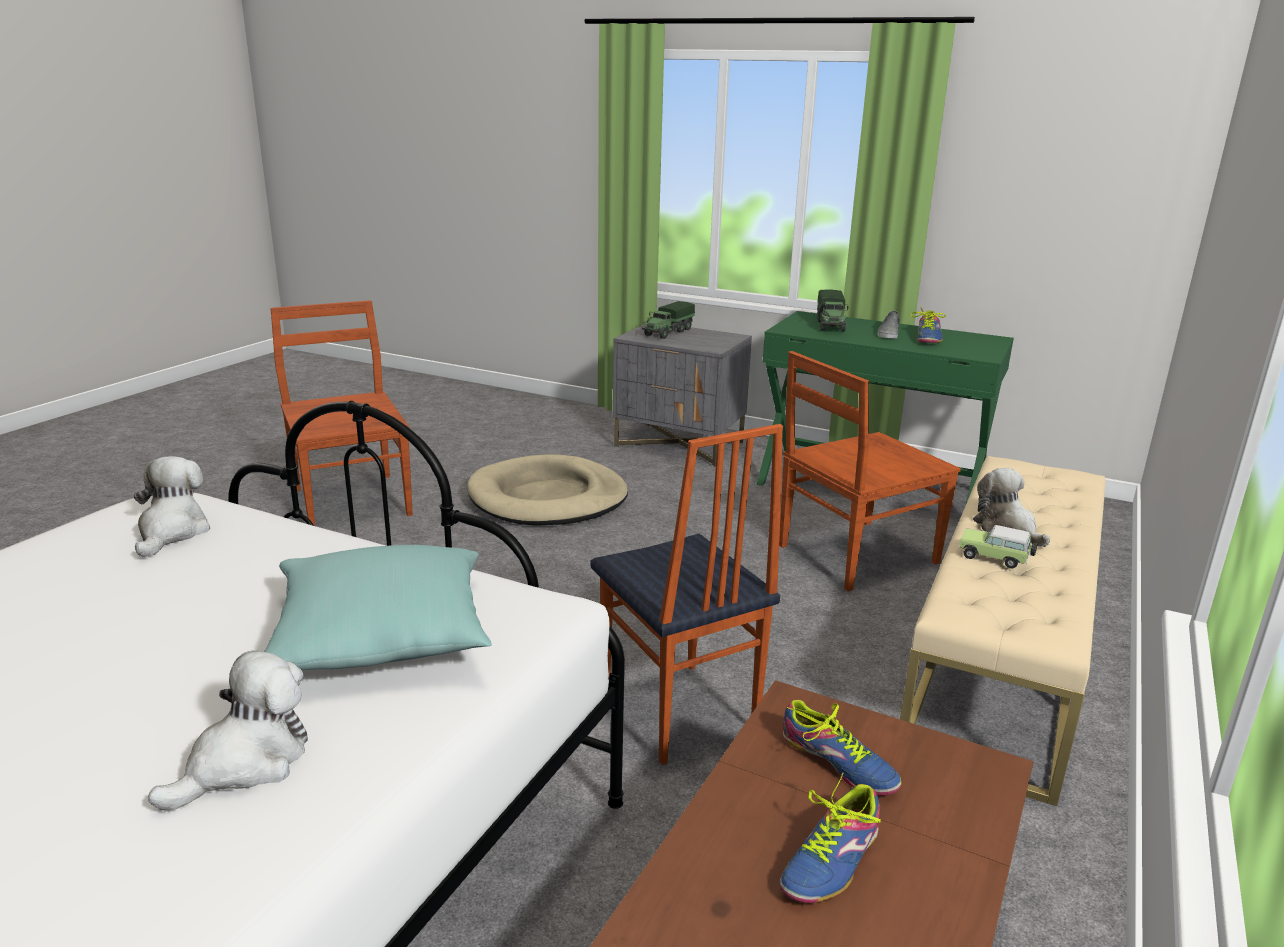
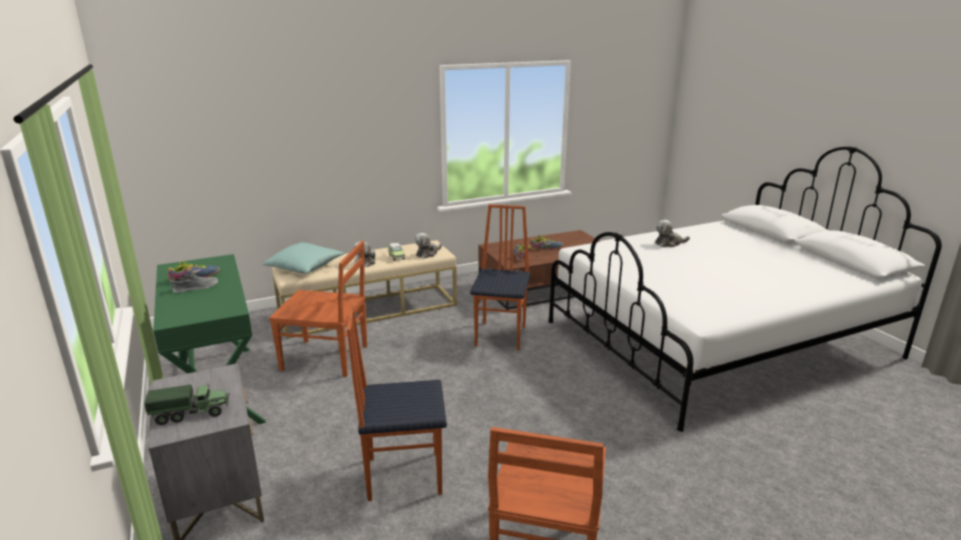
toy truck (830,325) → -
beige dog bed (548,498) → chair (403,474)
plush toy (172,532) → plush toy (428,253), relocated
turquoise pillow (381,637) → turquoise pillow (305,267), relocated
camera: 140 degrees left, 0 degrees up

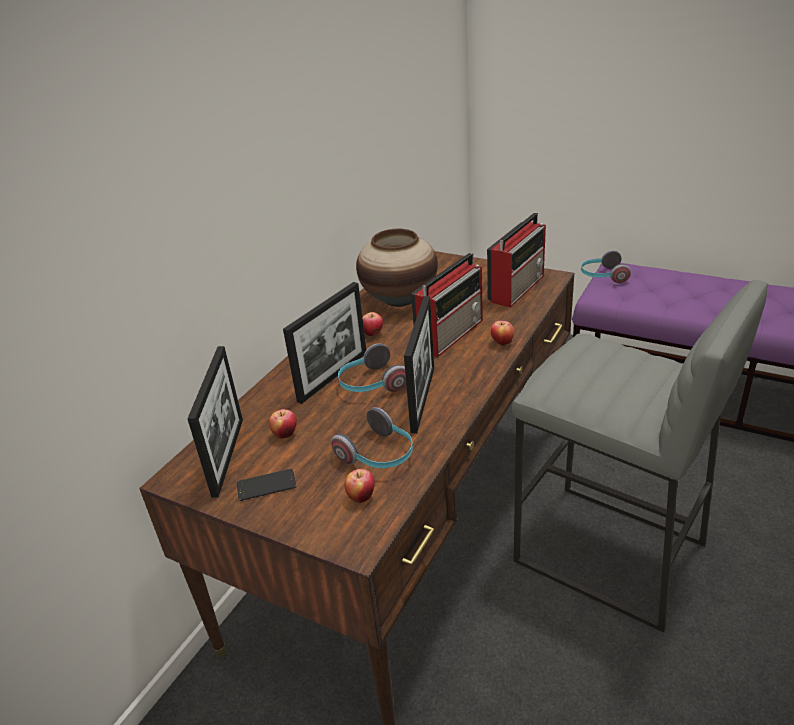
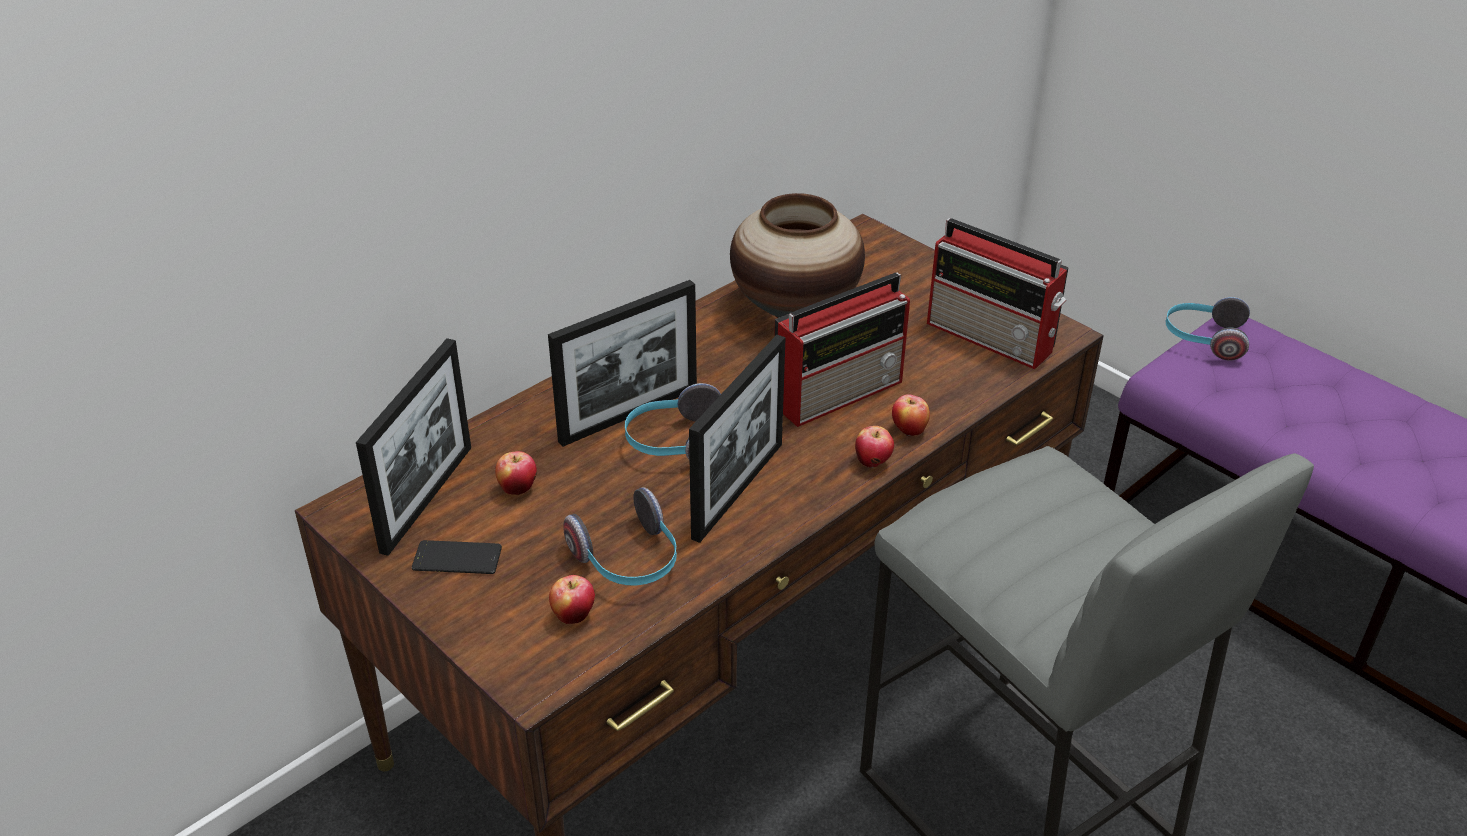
radio (517,287) → radio (992,338), 75 degrees clockwise
apple (373,334) → apple (873,462), relocated
camera: 15 degrees right, 5 degrees up

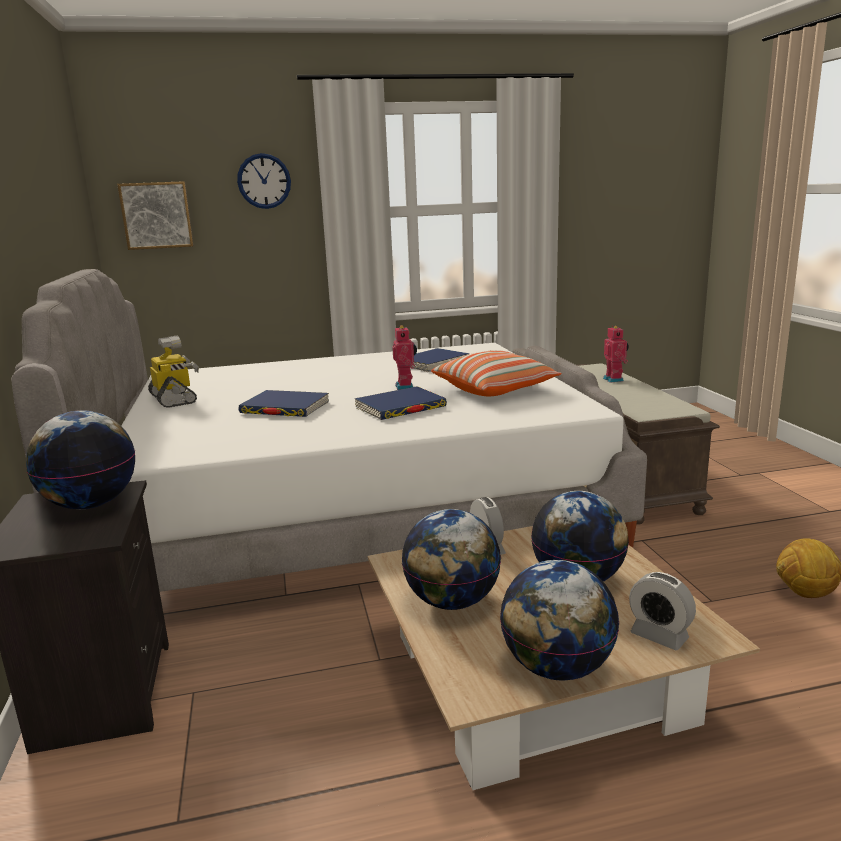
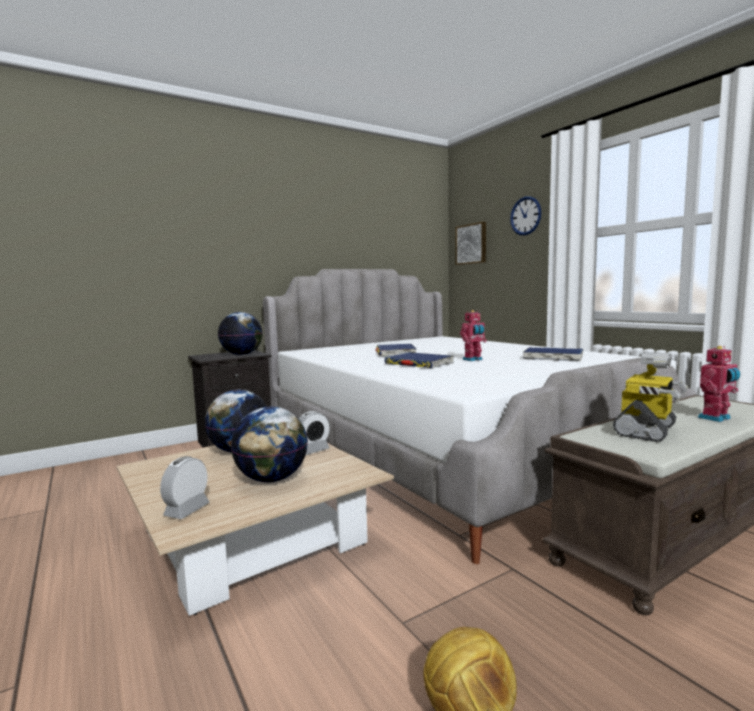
toy robot (174,399) → toy robot (646,430), relocated
pillow (495,390) → -
globe (556,667) → -
camera: 70 degrees right, 10 degrees down

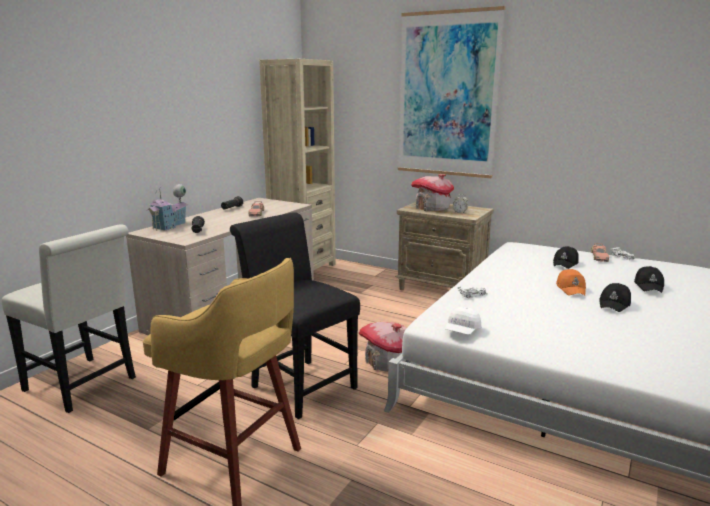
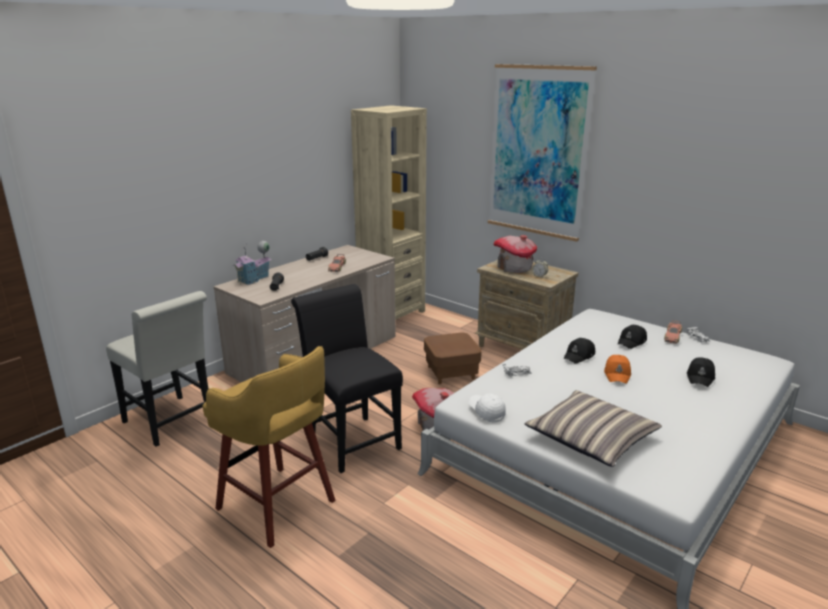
black cap (615,304) → black cap (579,356), relocated
white cap (462,331) → white cap (486,412), 105 degrees clockwise
- → brown ottoman (451,373)
- → pillow (591,438)
camera: 10 degrees right, 5 degrees up

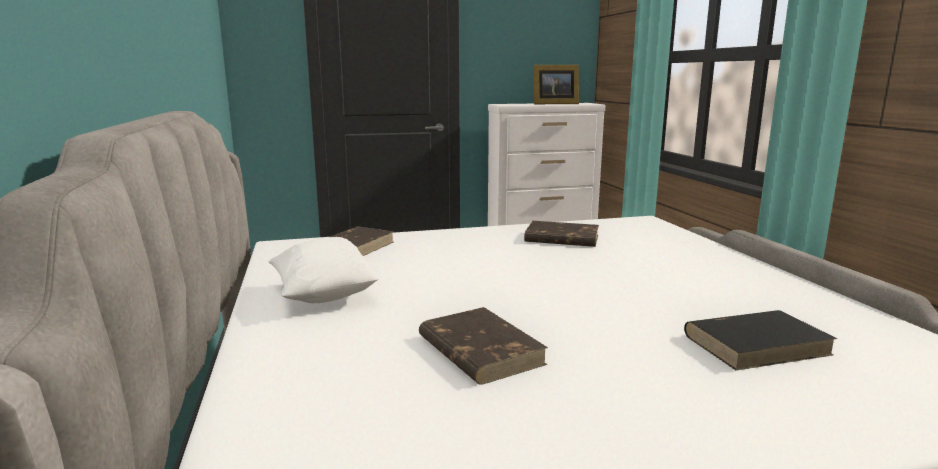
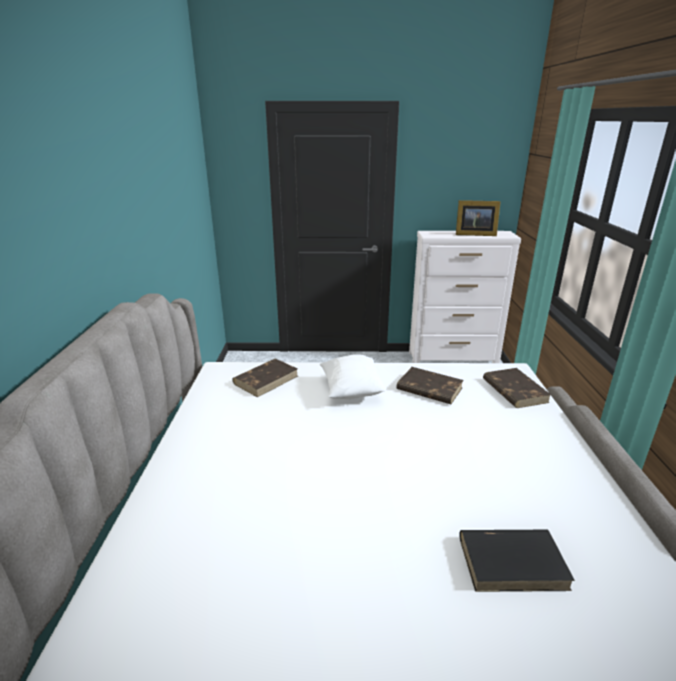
white pillow (324,294) → white pillow (351,390), relocated
brown book (479,350) → brown book (514,390), relocated
camera: 15 degrees right, 10 degrees up

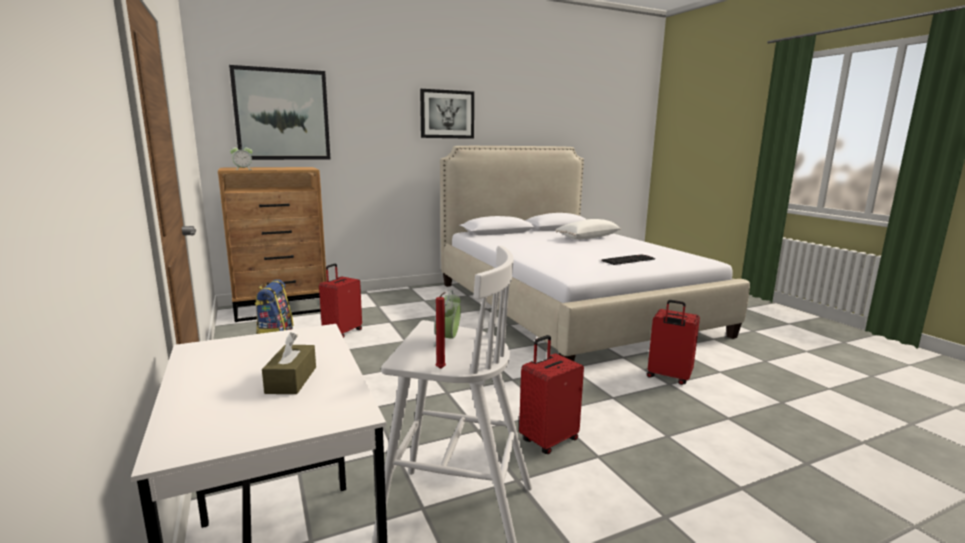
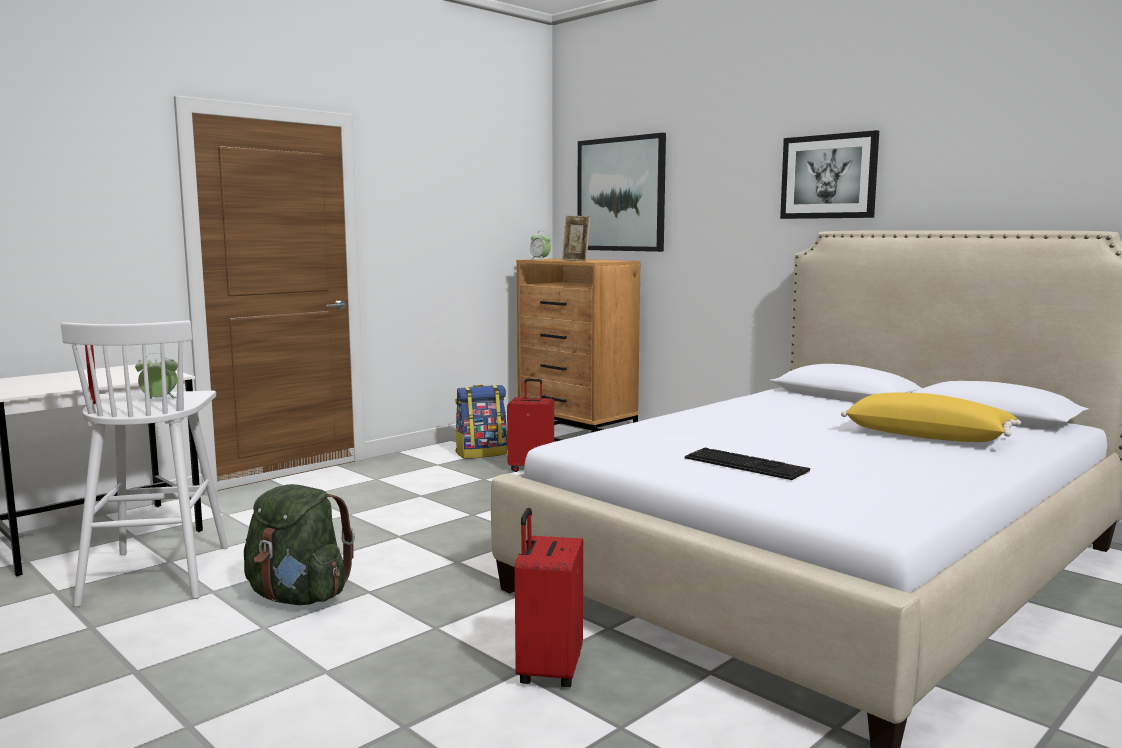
white pillow (587,237) → yellow pillow (928,436)
brown tissue box (291,380) → -
red suitcase (548,440) → green backpack (298,597)
- → picture frame (575,261)
camera: 70 degrees right, 5 degrees down

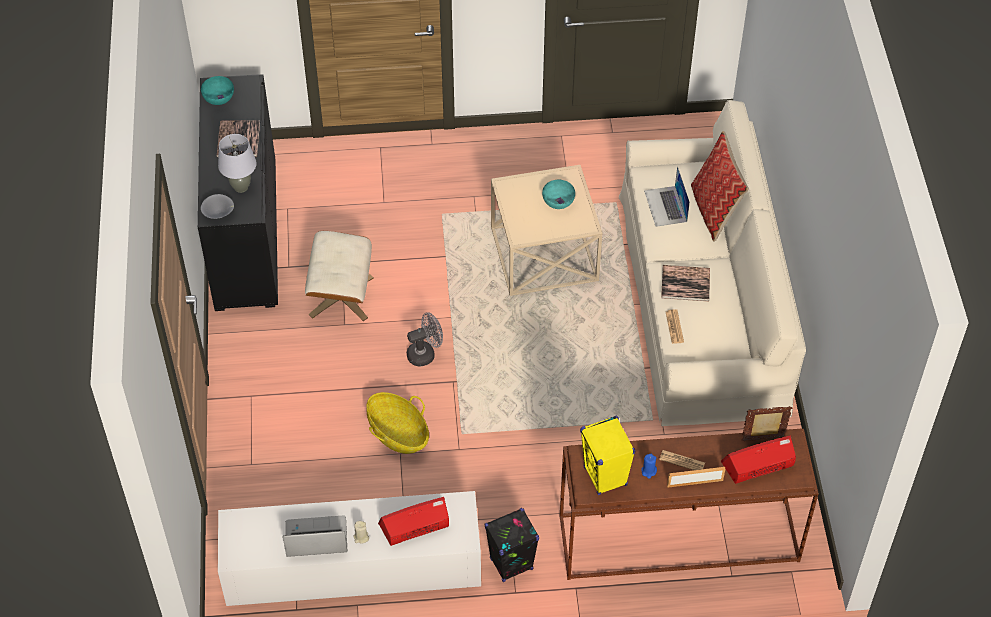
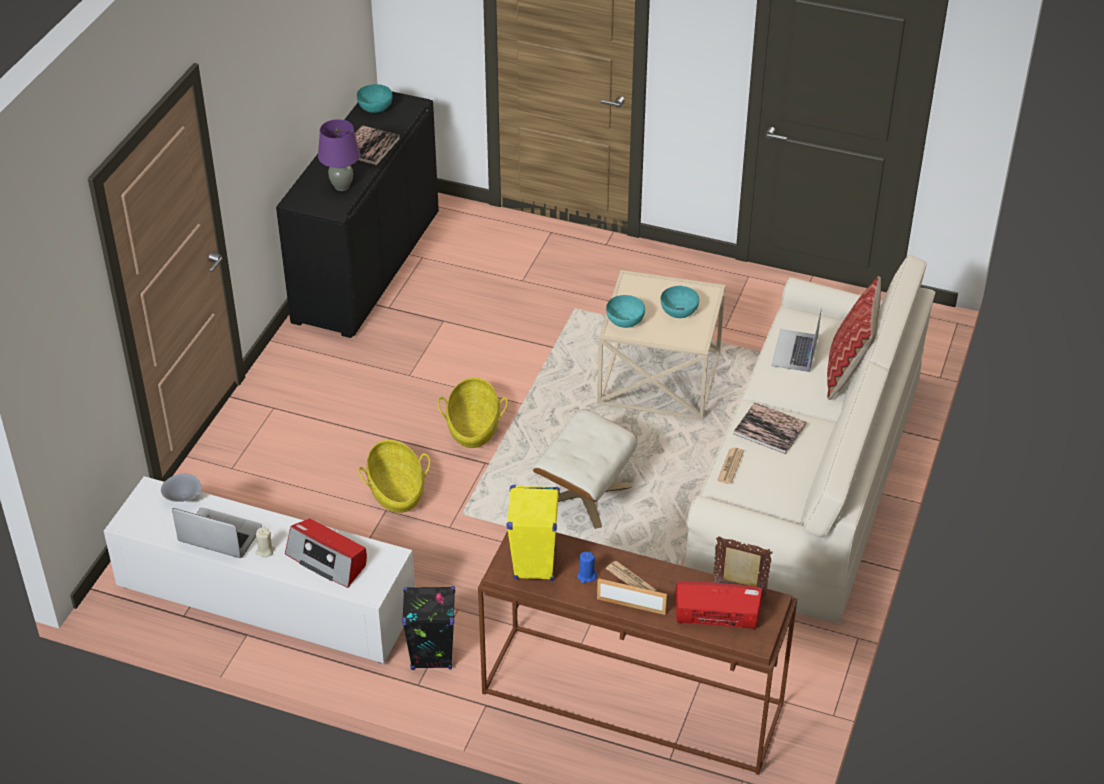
grey table lamp (241,187) → purple table lamp (342,186)
grey bowl (219,214) → grey bowl (183,498), relocated
beige ottoman (341,296) → beige ottoman (584,494), relocated
grey fan (425,353) → basket (473,428)
radio (415,525) → radio (327,560), 150 degrees counterclockwise
- → turquoise bowl (625,320)
camera: 25 degrees right, 10 degrees down

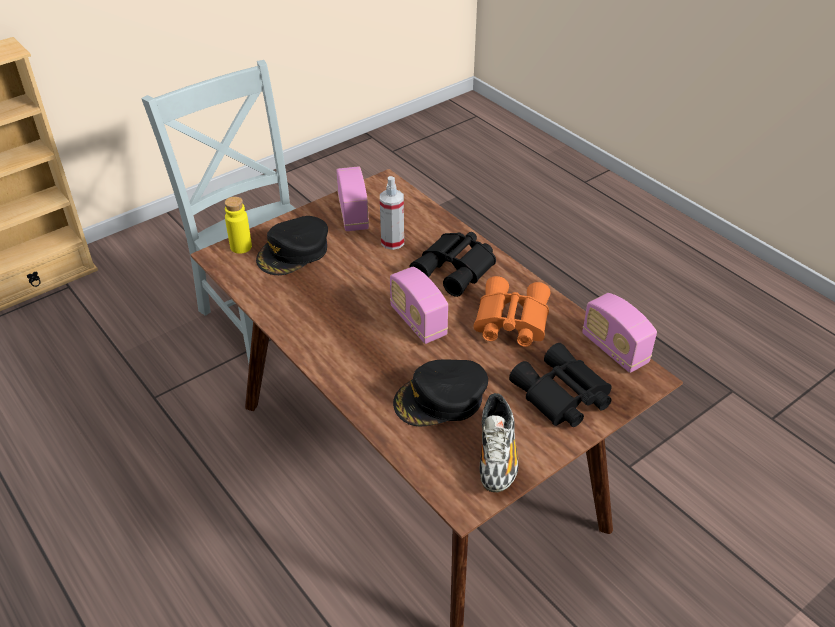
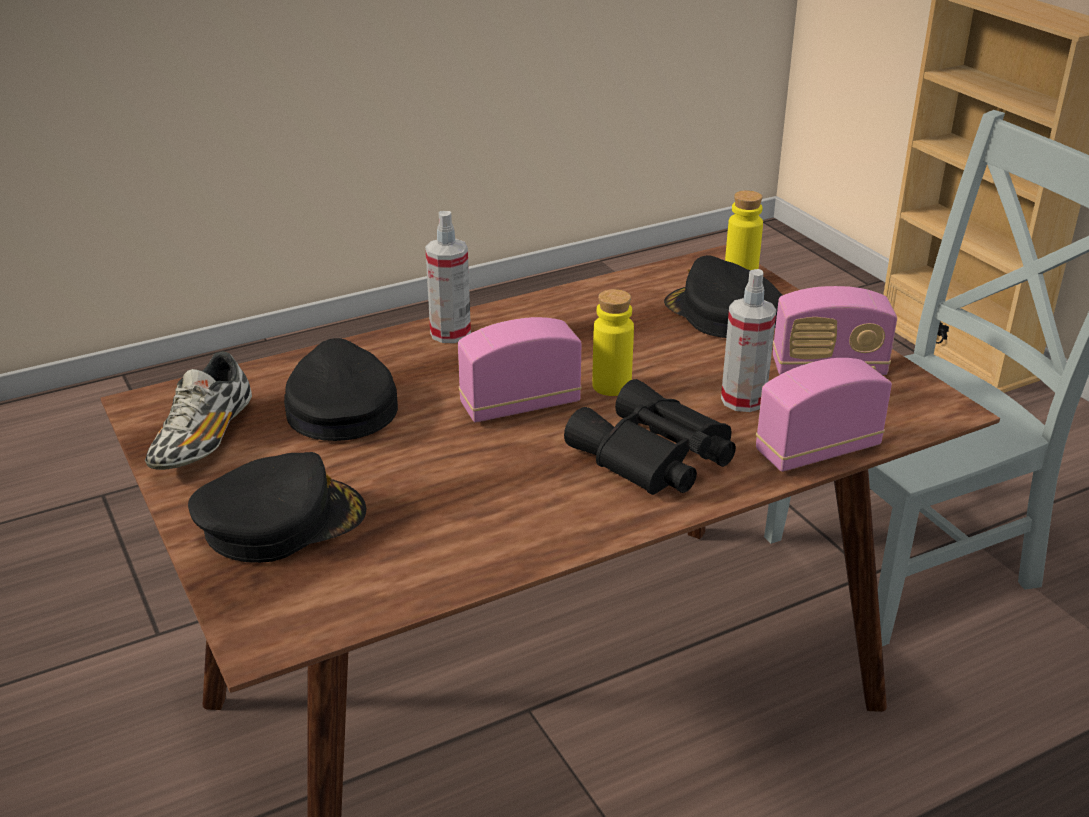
orange binoculars (509,321) → -
radio (614,349) → radio (817,450), relocated
black binoculars (561,396) → black cap (281,520)
shoe (497,456) → shoe (204,440), 90 degrees counterclockwise
- → spray bottle (450,333)
- → yellow bottle (611,386)
camera: 100 degrees right, 10 degrees down

